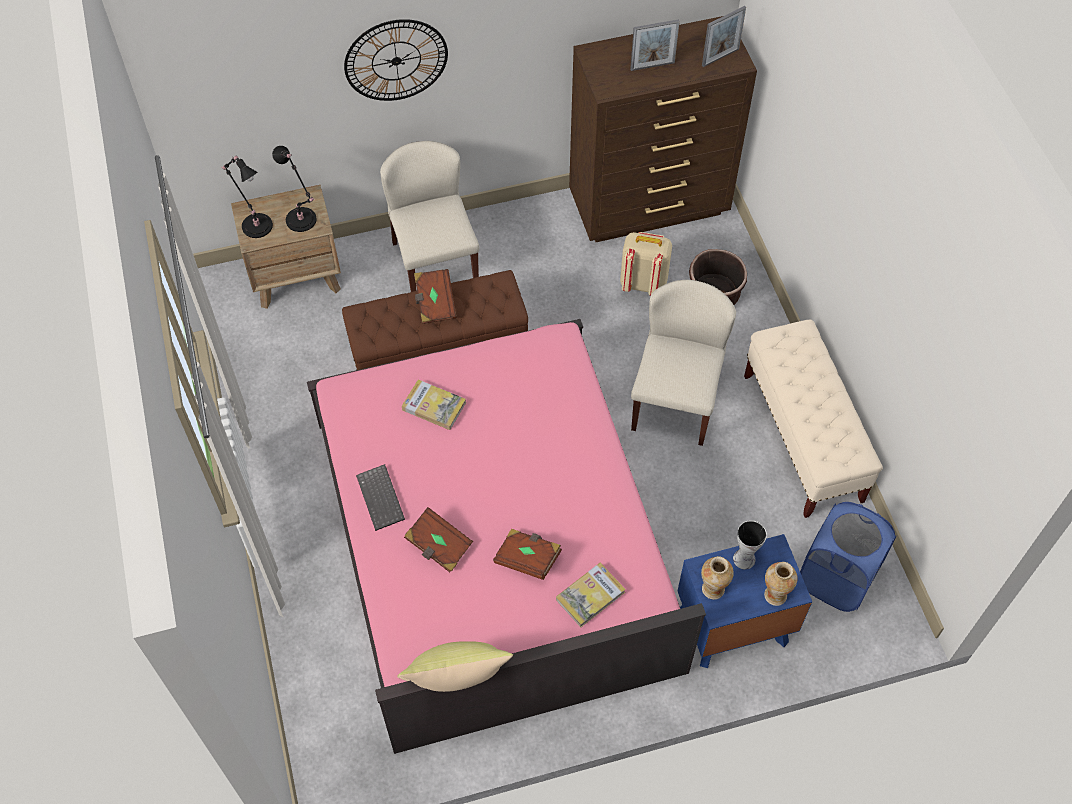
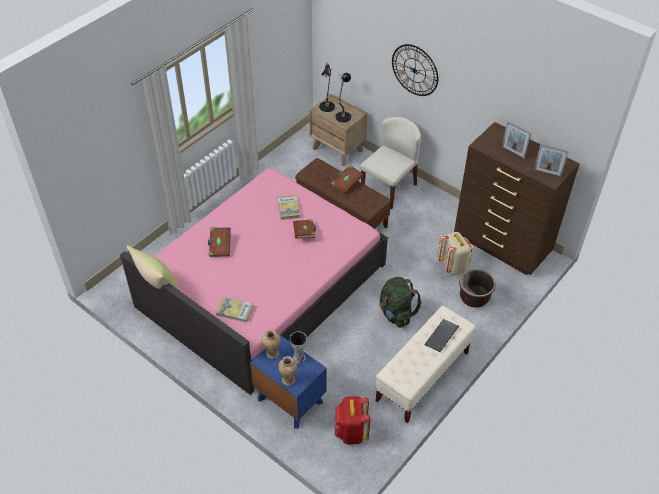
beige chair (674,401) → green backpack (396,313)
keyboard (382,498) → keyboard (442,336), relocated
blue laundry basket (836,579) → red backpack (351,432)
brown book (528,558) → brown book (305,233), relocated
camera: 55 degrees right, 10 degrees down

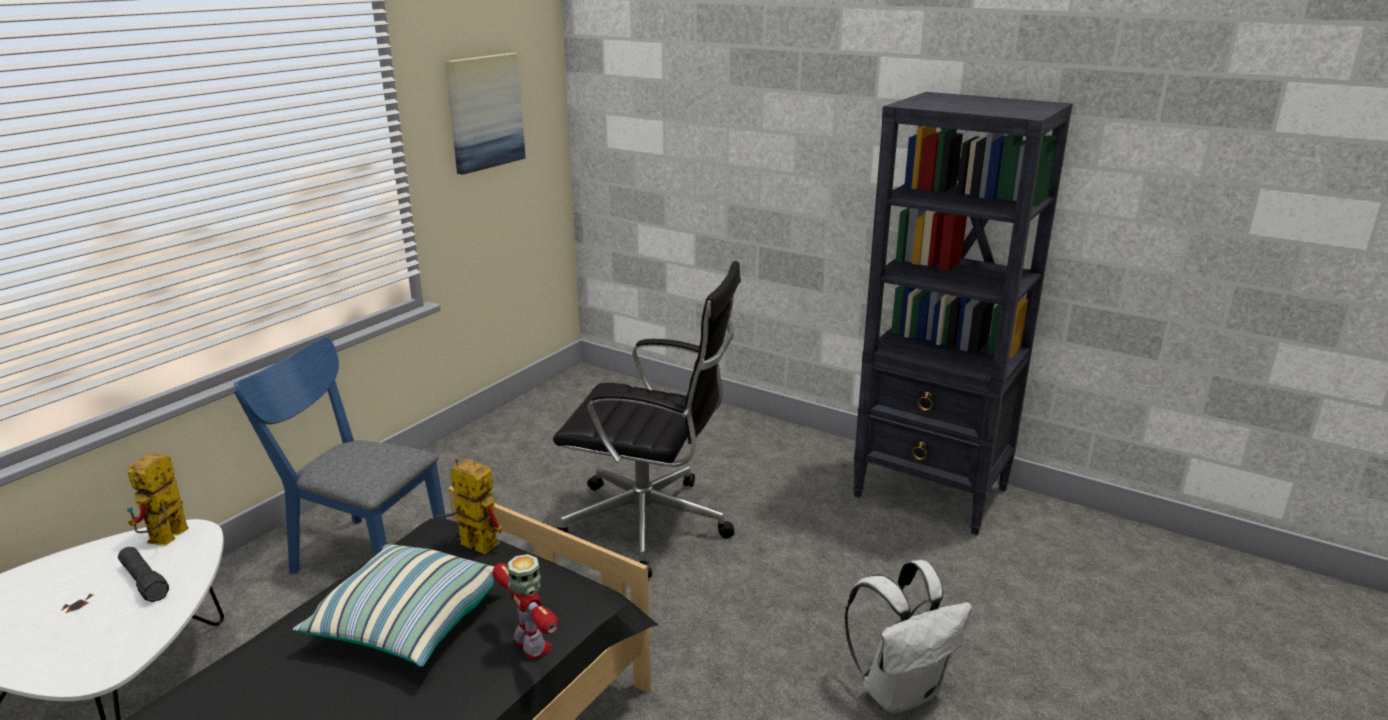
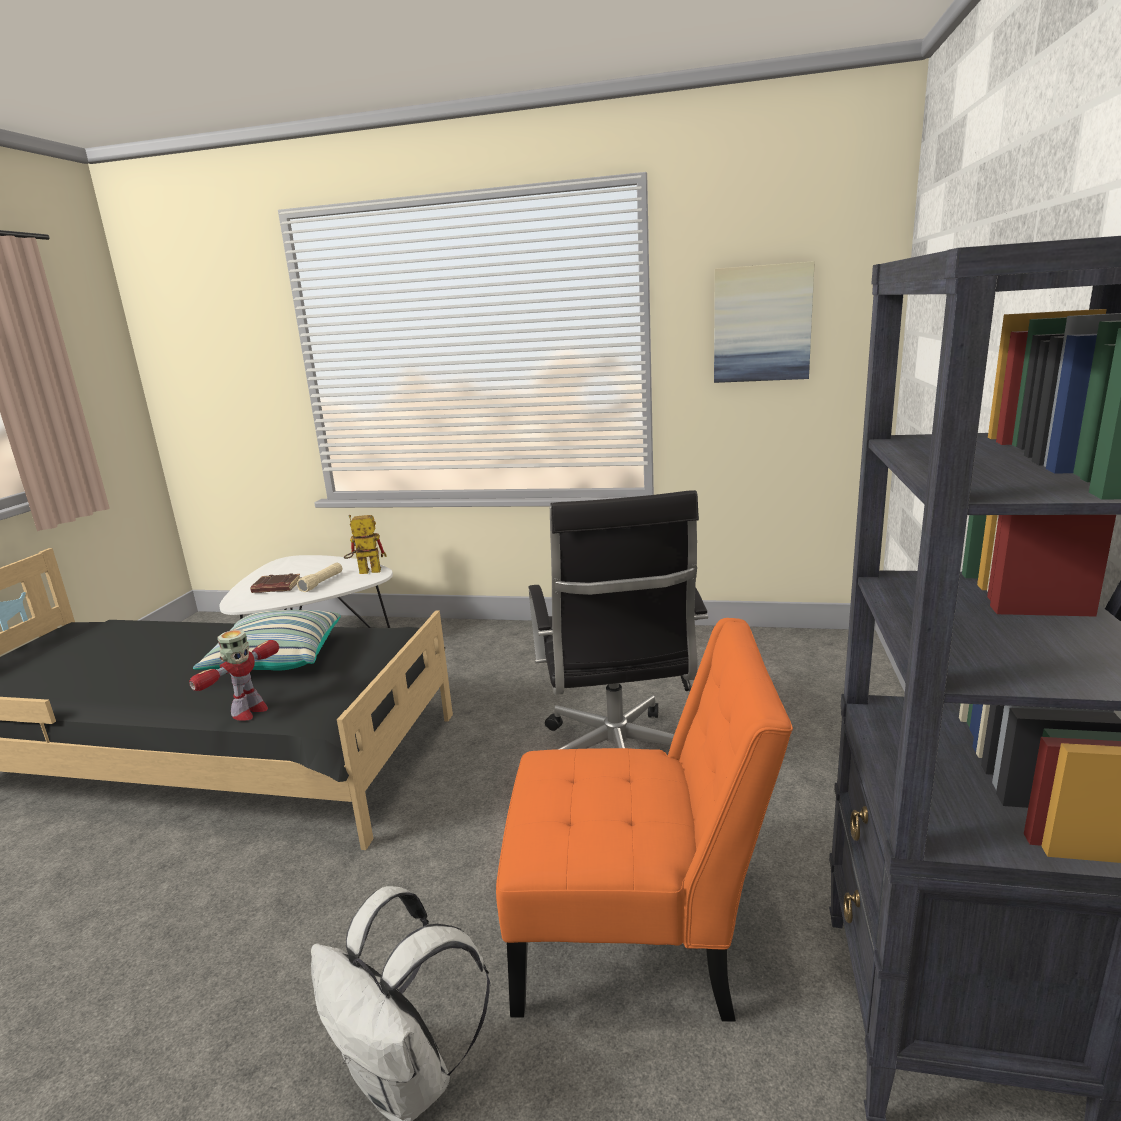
blue chair (362,554) → -
toy robot (471,543) → -
black flashlight (144,582) → beige flashlight (322,583)
- → brown book (276,587)
- → orange chair (637,934)
camera: 70 degrees right, 5 degrees down

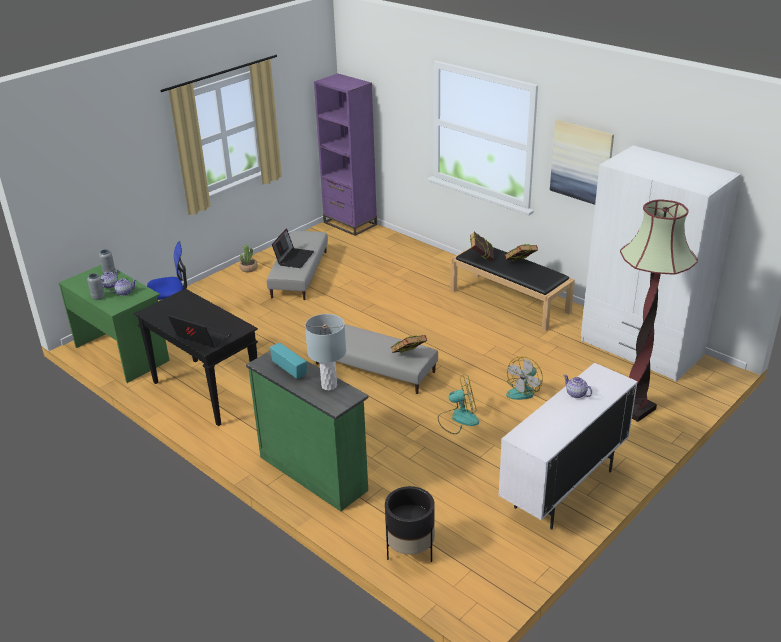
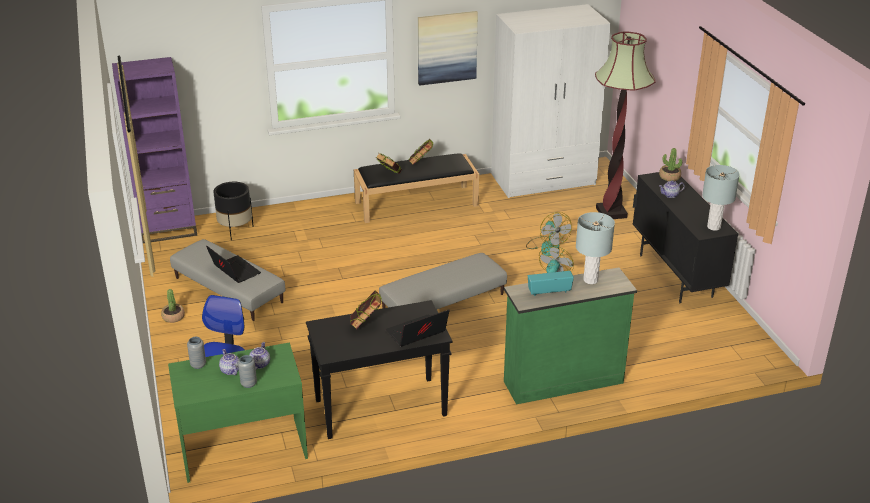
book (408,356) → book (366,324), relocated
white cabinet (563,489) → black cabinet (675,276)
black planter (410,551) → black planter (235,230), relocated
- → potted plant (669,177)
- → grey table lamp (713,227)
camera: 60 degrees left, 0 degrees up

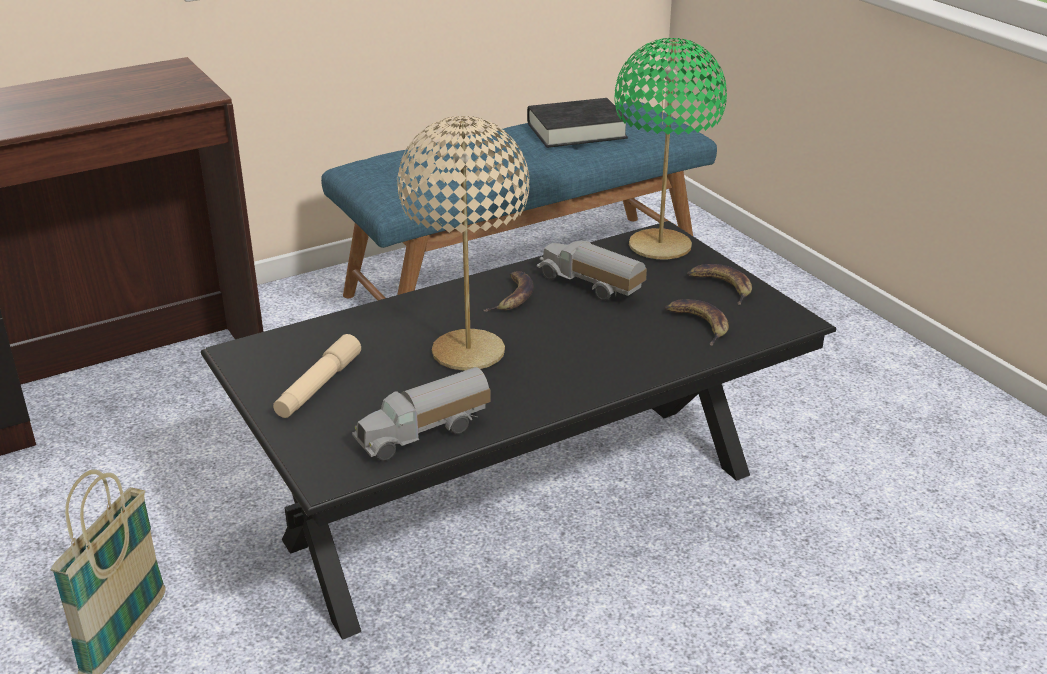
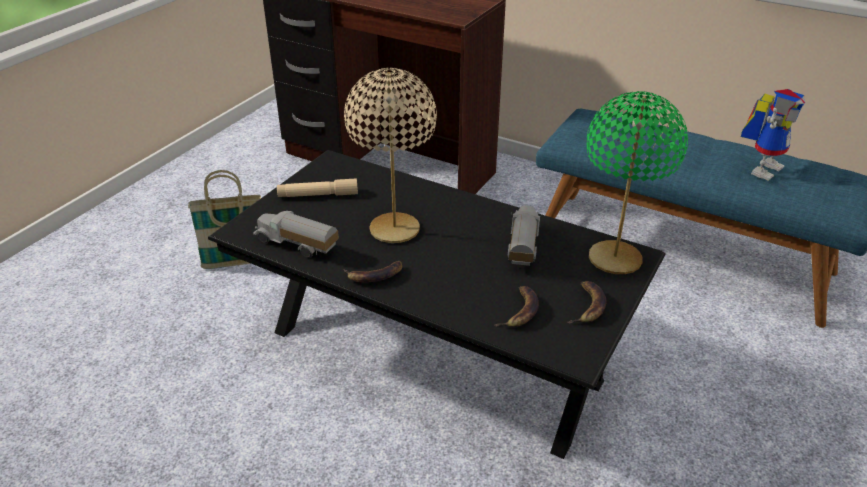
black book (576,131) → toy robot (762,167)
banana (512,296) → banana (375,275), relocated
camera: 60 degrees right, 5 degrees up

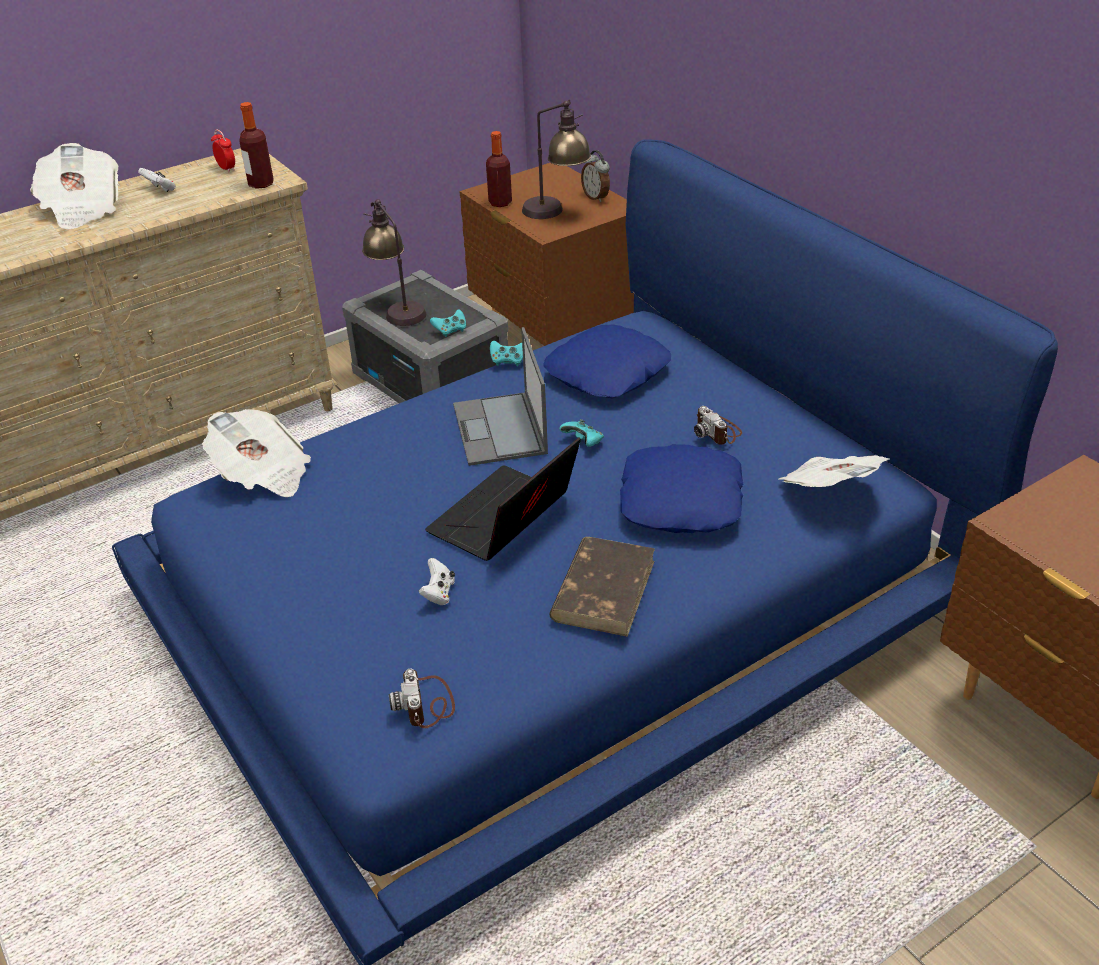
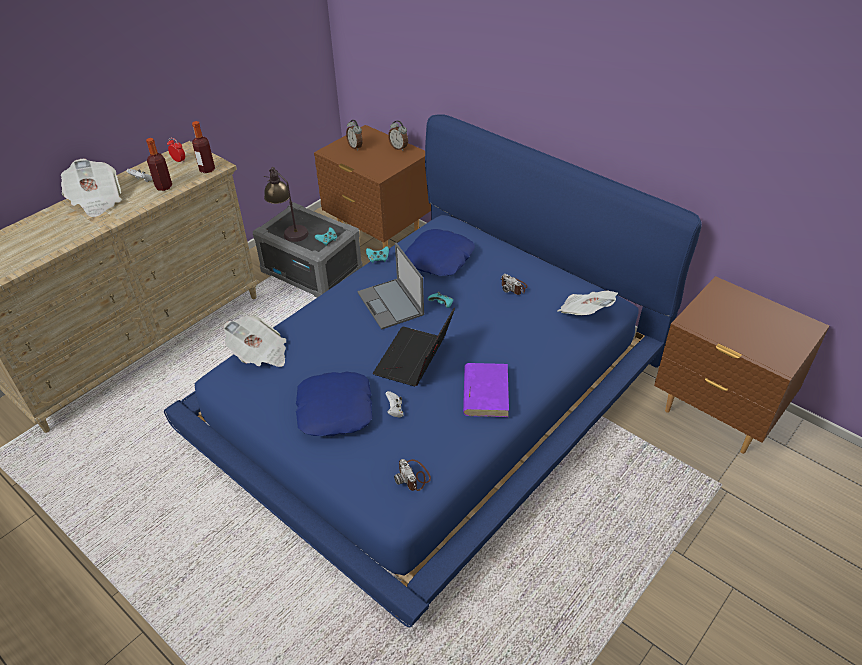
table lamp (556,213) → -
bottle (500,203) → bottle (164,187), relocated
blue pillow (679,500) → blue pillow (334,410), relocated
brown book (603,589) → purple book (485,392)
- → alarm clock (355,147)
camera: 15 degrees left, 5 degrees up

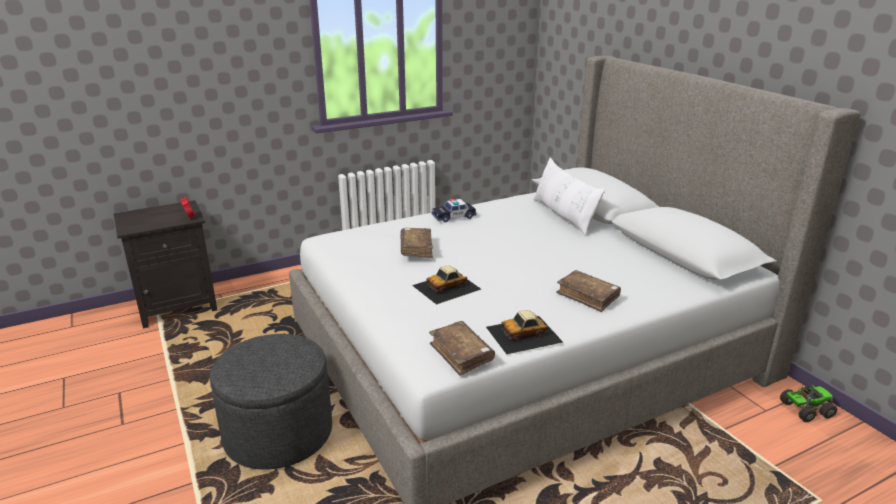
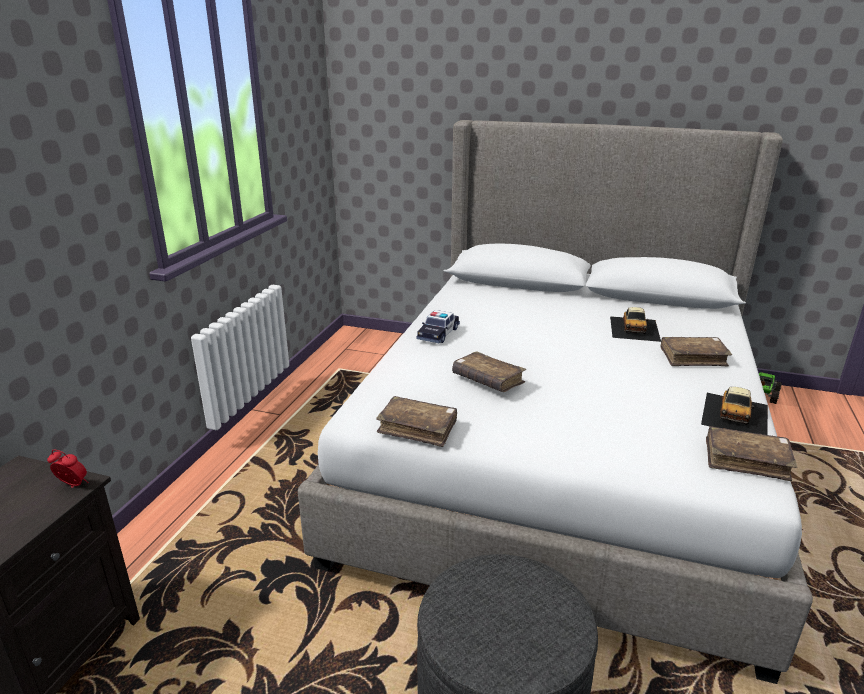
white pillow (563,216) → -
toy car (447,287) → toy car (634,328), relocated
- → brown book (417,428)
camera: 45 degrees left, 0 degrees up

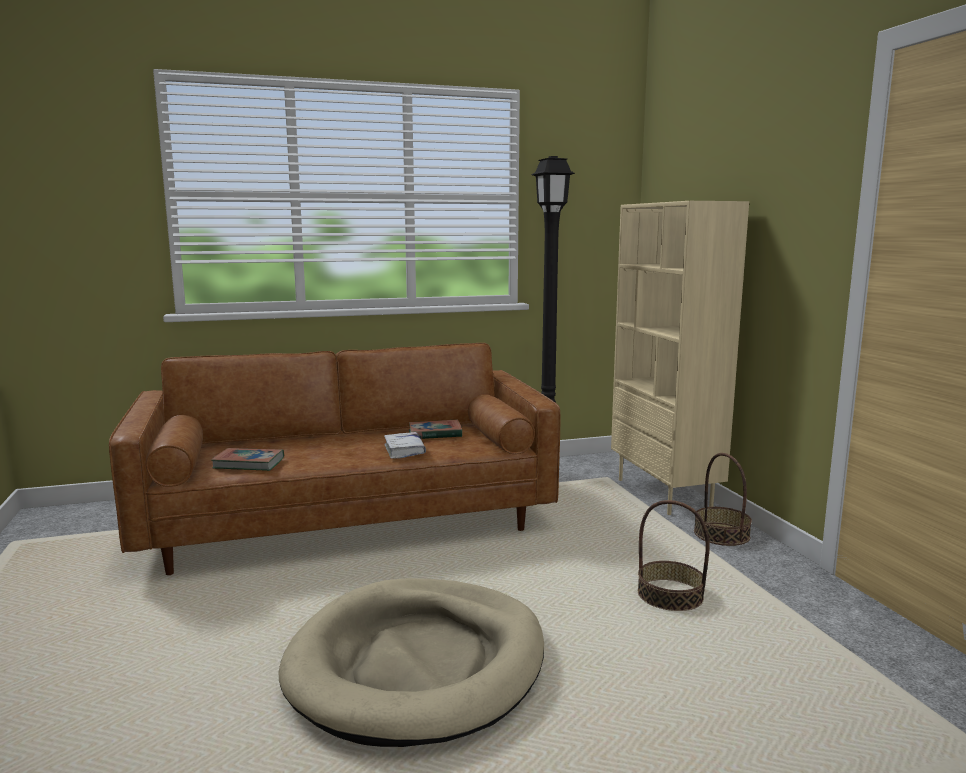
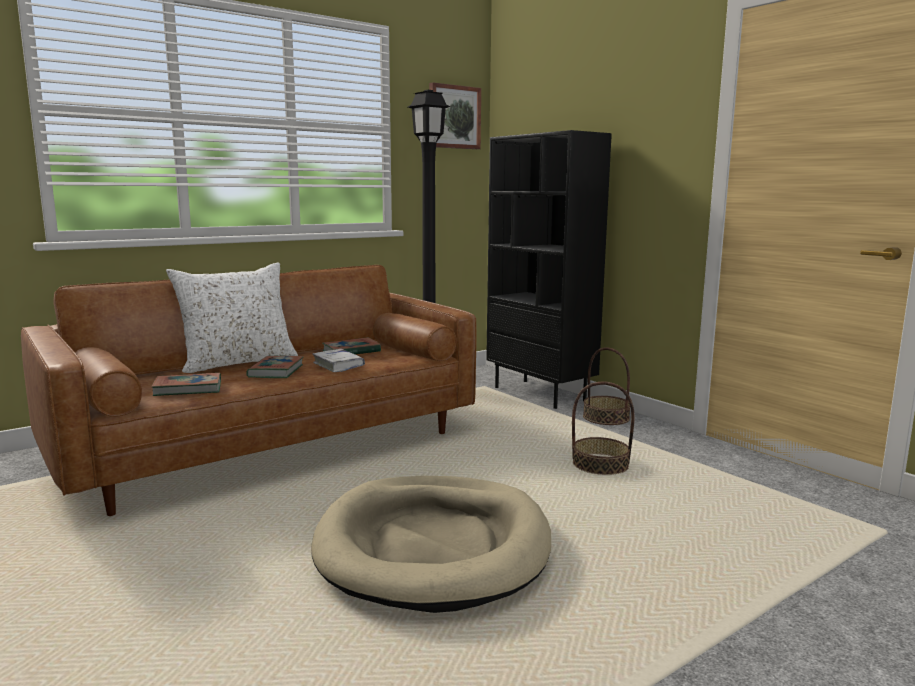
beige bookcase (665,494) → black bookcase (541,394)
- → picture (453,117)
- → white pillow (237,362)
- → book (276,371)
camera: 20 degrees left, 0 degrees up

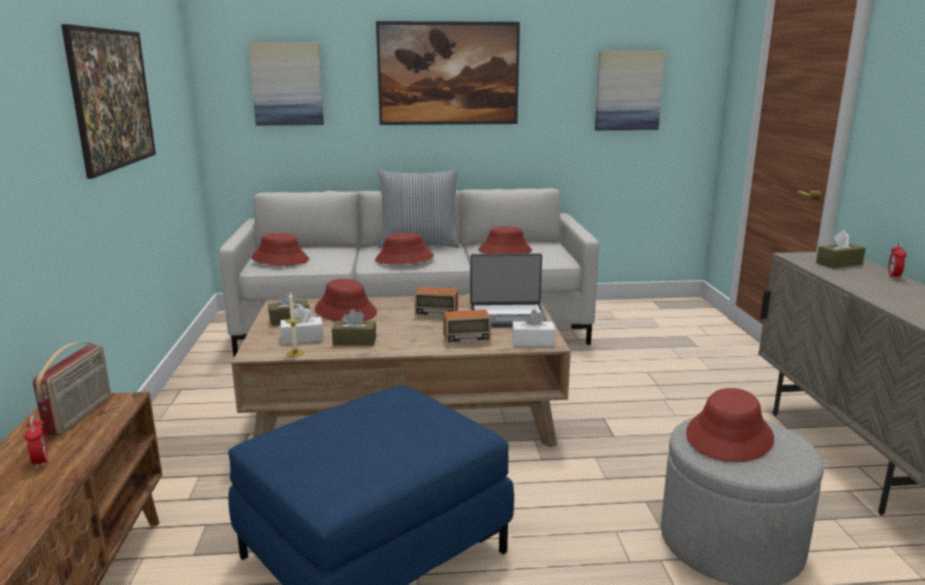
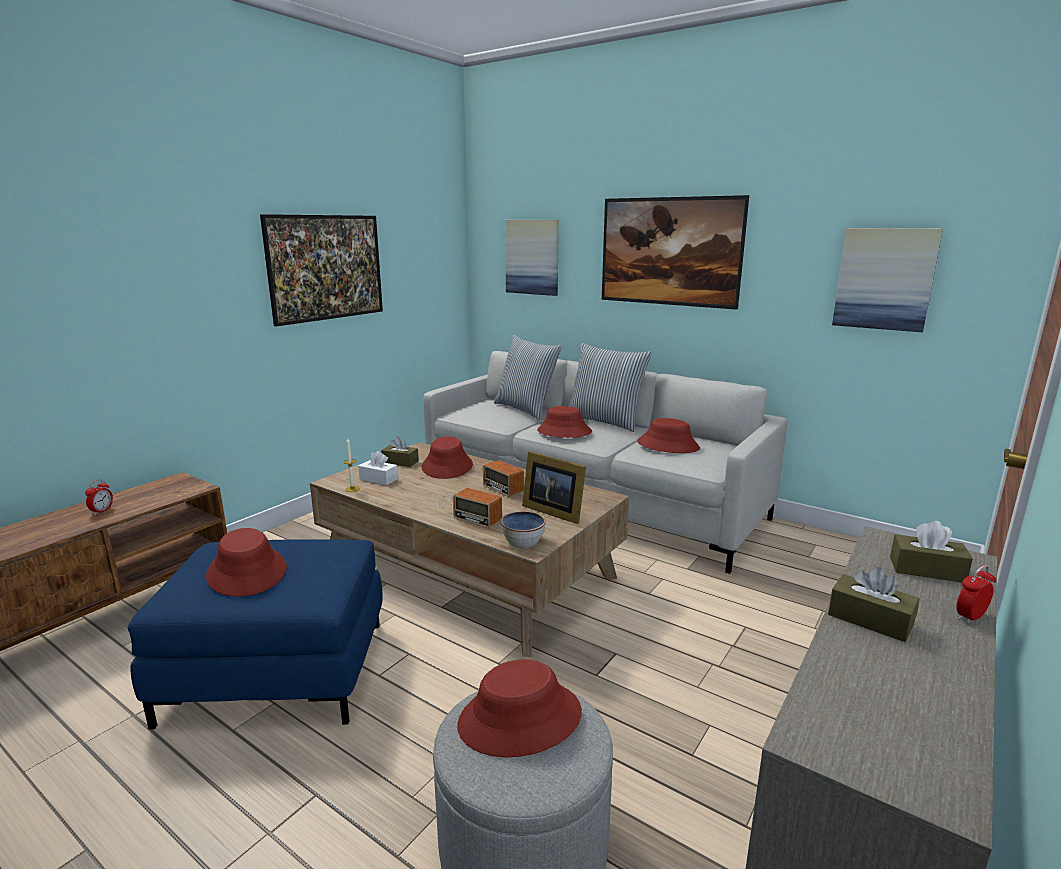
red hat (280,259) → red hat (247,572), relocated
laptop (507,317) → picture frame (553,511)
brown tissue box (354,341) → brown tissue box (870,619), relocated
white tissue box (533,341) → bowl (523,541)
radio (80,415) → -
- → pillow (526,409)
camera: 40 degrees right, 0 degrees up

